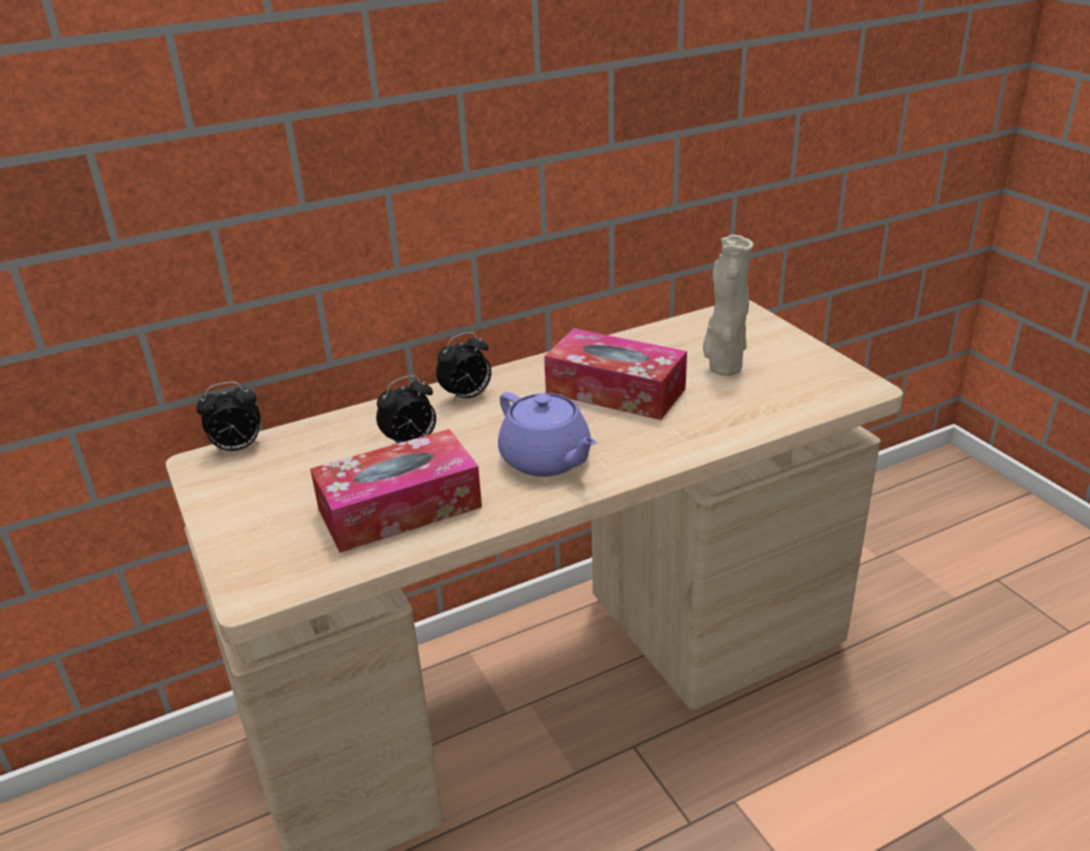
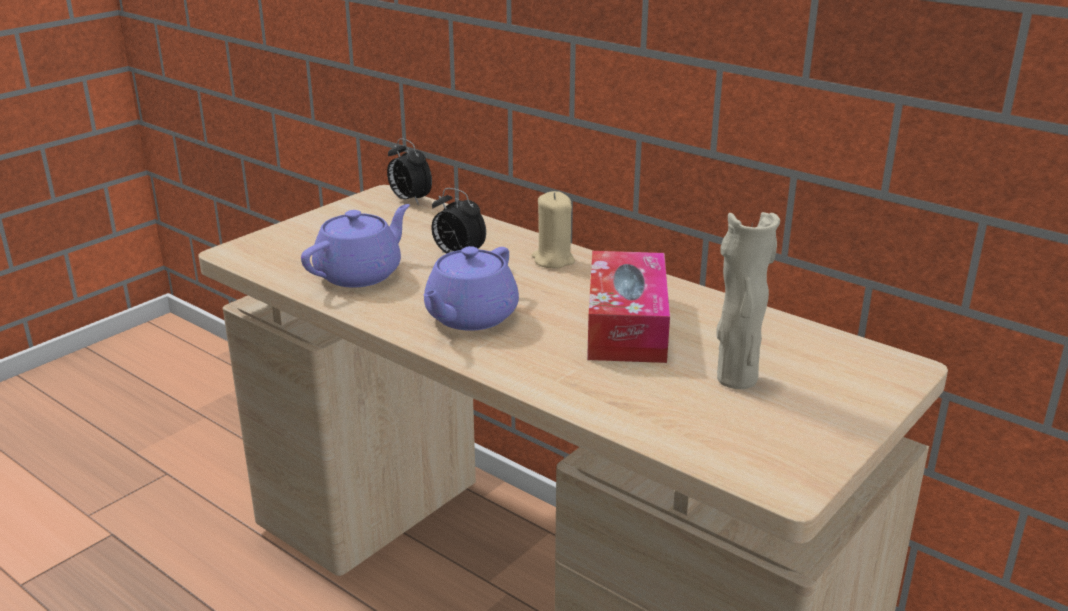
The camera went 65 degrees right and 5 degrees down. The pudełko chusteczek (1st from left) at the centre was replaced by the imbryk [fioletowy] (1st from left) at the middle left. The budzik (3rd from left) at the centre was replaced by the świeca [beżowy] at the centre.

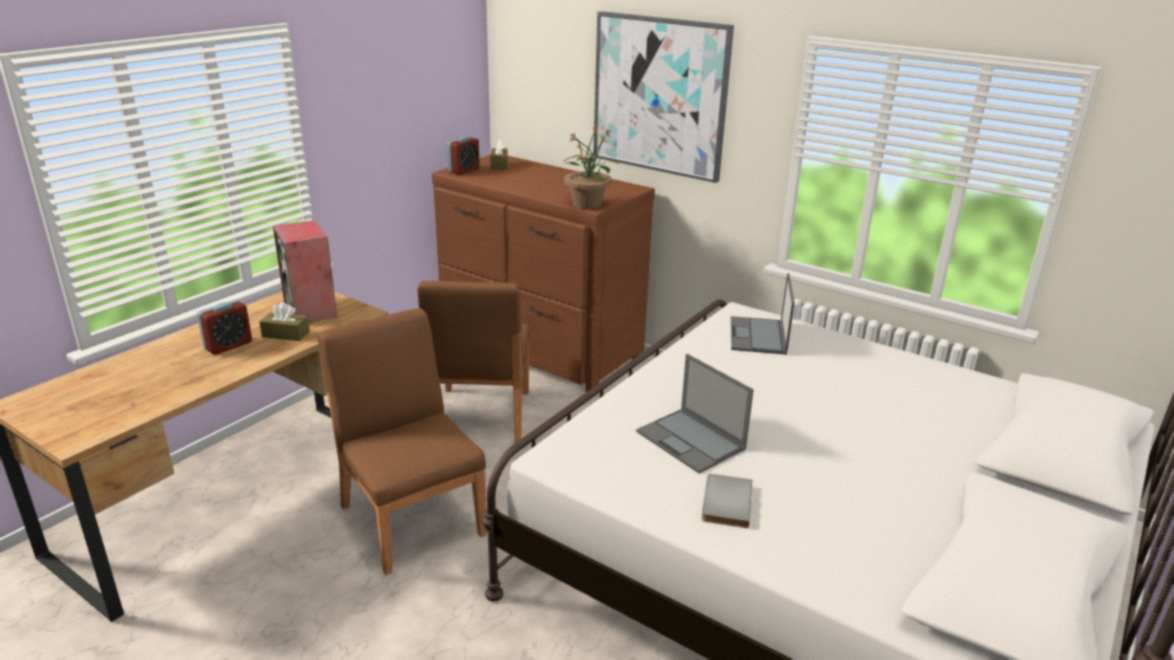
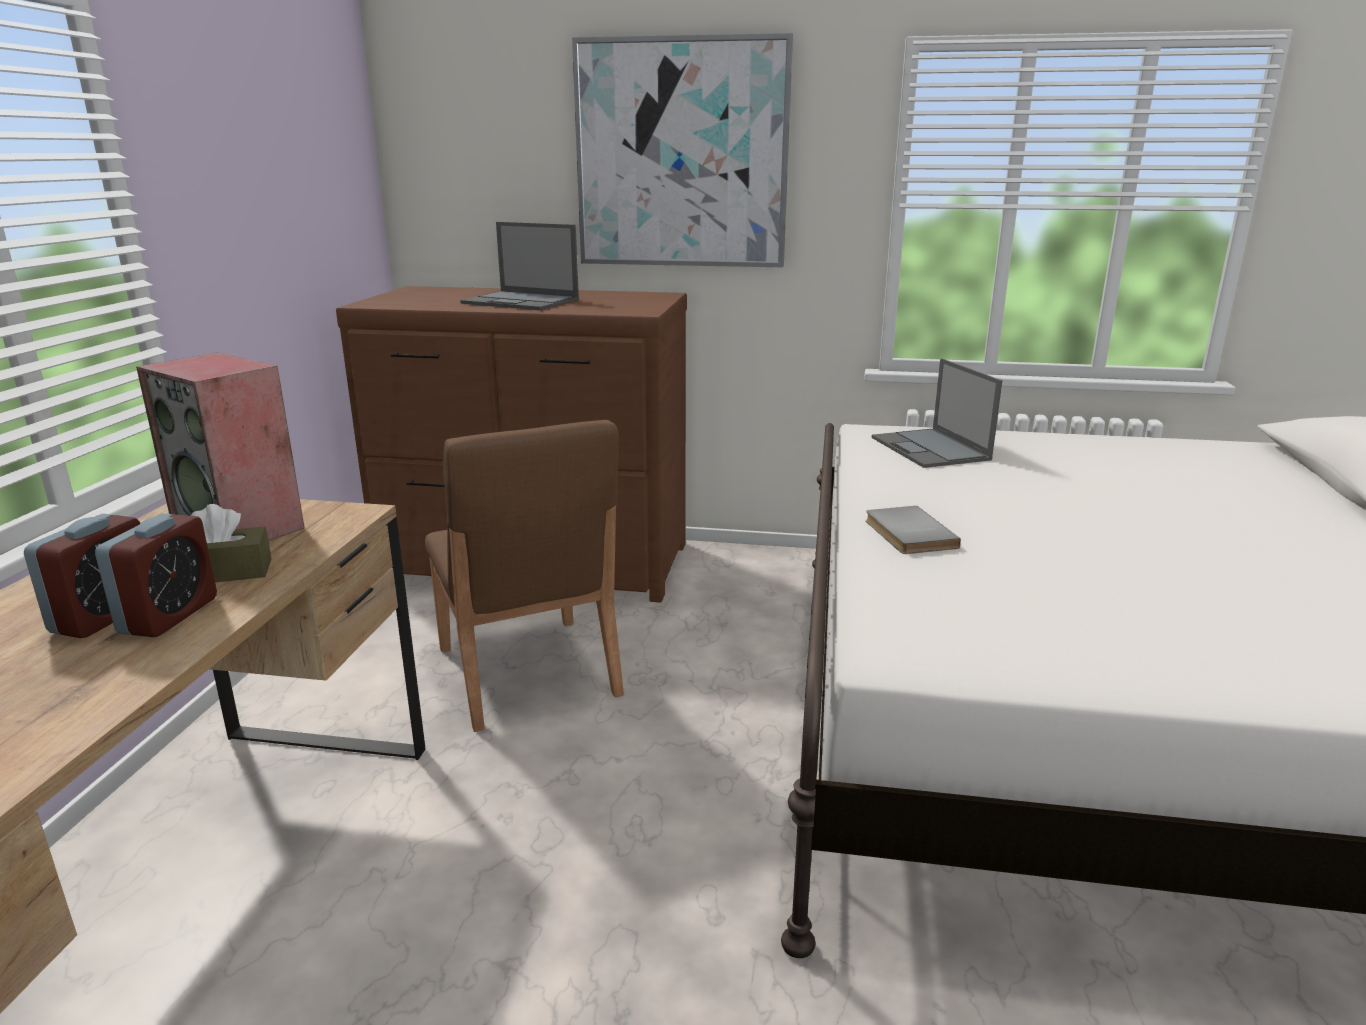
The camera went 25 degrees left and 5 degrees down. The budzik (2nd from left) moved from the top centre to the middle left. The laptop (1st from left) moved from the centre to the top centre. The książka [szary] moved from the bottom centre to the middle right. The krzesło [brązowy] (1st from left) at the bottom centre disappeared. The pudełko chusteczek [brązowy] (2nd from left) at the top centre disappeared. The roślina doniczkowa at the top centre disappeared.

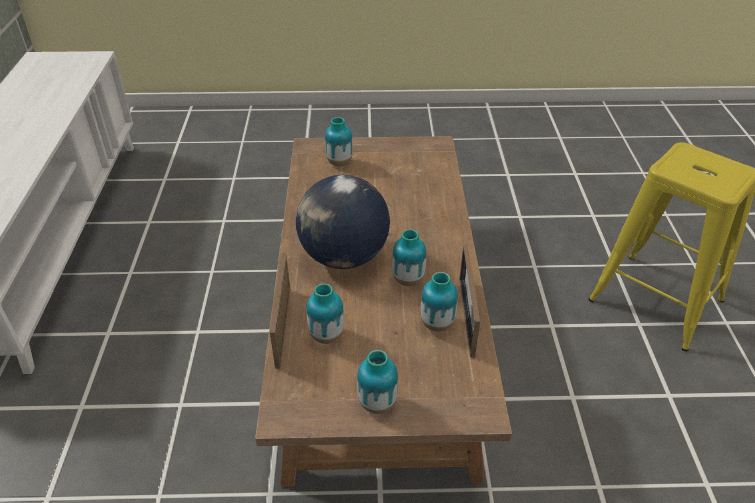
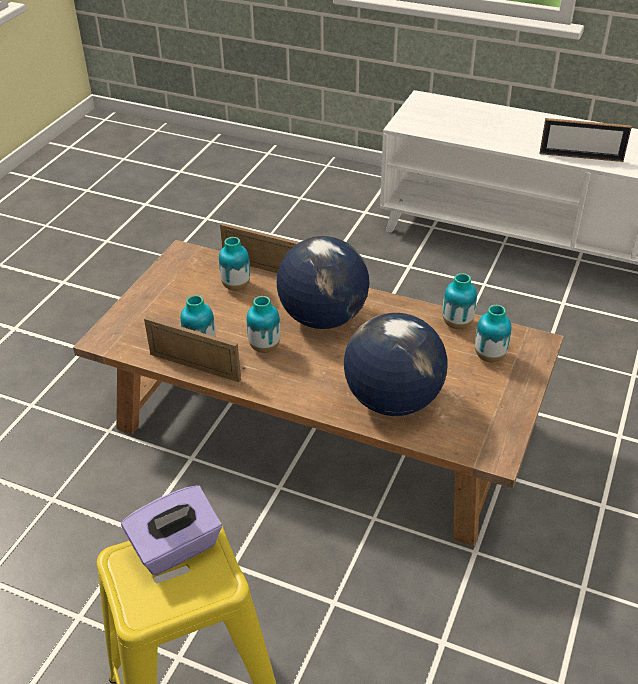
The camera went 115 degrees right and 0 degrees up. The pudełko chusteczek [fioletowy] at the bottom left appeared. The globus (2nd from left) at the centre appeared. The wazon (3rd from left in the first image) moved from the bottom centre to the middle right. The ramka na zdjęcie (3rd from left) at the top right appeared.

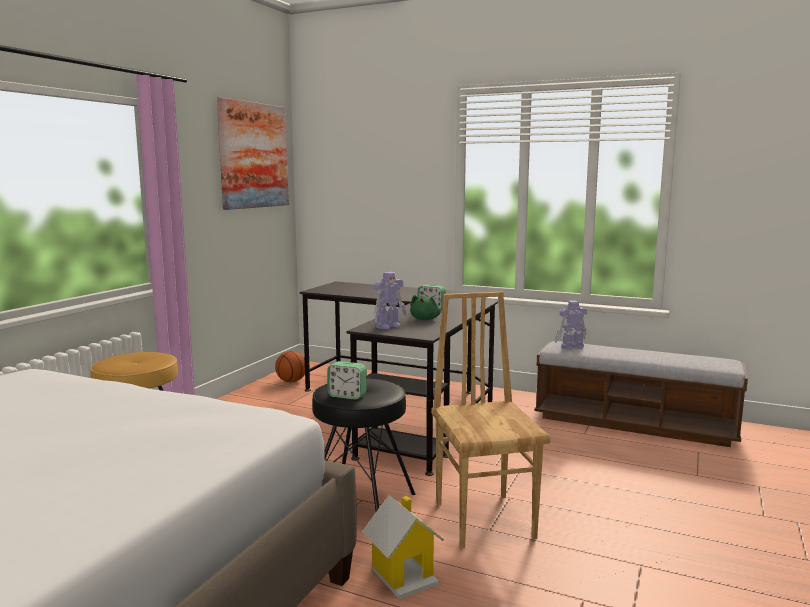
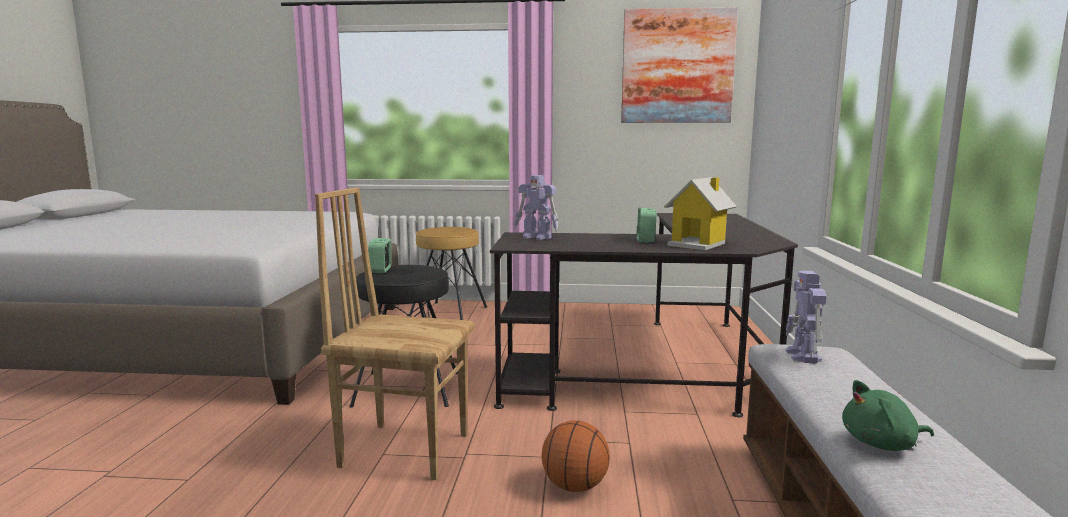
The camera went 70 degrees right and 0 degrees up. The krzesło [brązowy] at the bottom centre turned 135 degrees counterclockwise. The piłka do koszykówki moved from the centre to the bottom centre. The domek moved from the bottom centre to the centre. The robot zabawkowy (2nd from left) at the middle right turned 135 degrees counterclockwise. The pluszak [zielony] moved from the centre to the bottom right.

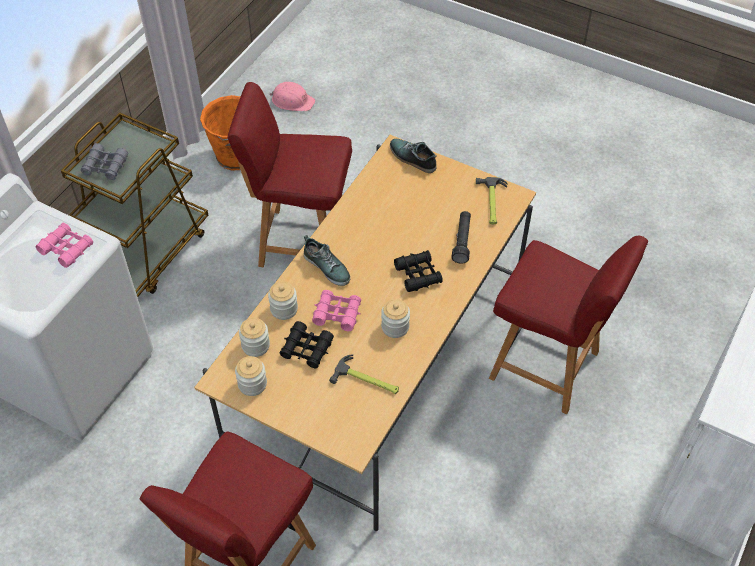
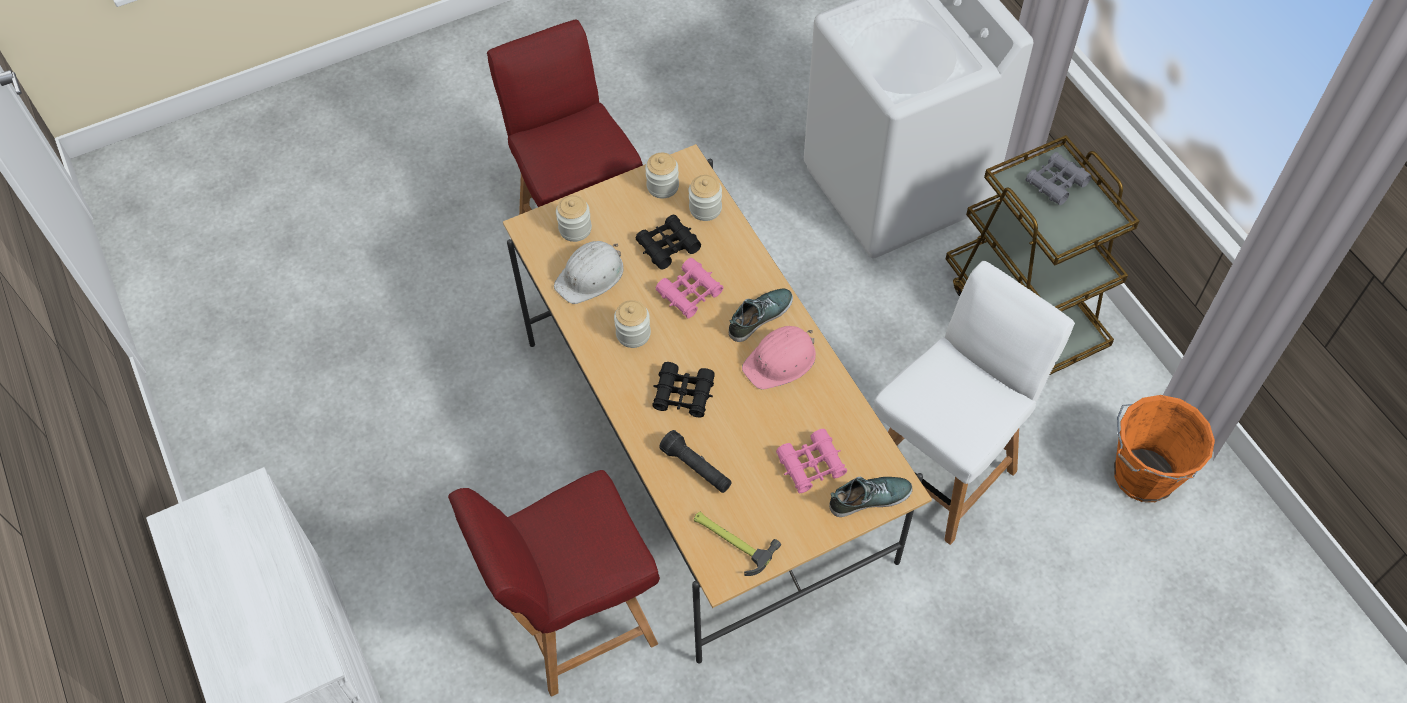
The camera went 125 degrees right and 5 degrees up. The młotek (1st from left) at the centre was replaced by the kask [biały] at the centre. The słoik (3rd from left in the first image) moved from the centre to the top centre. The but (1st from left) at the centre turned 150 degrees clockwise. The kask [różowy] moved from the top centre to the centre. The lornetka [różowy] (1st from left in the first image) moved from the middle left to the centre. The krzesło [czerwony] (2nd from left) at the top centre became the krzesło [biały] at the middle right.

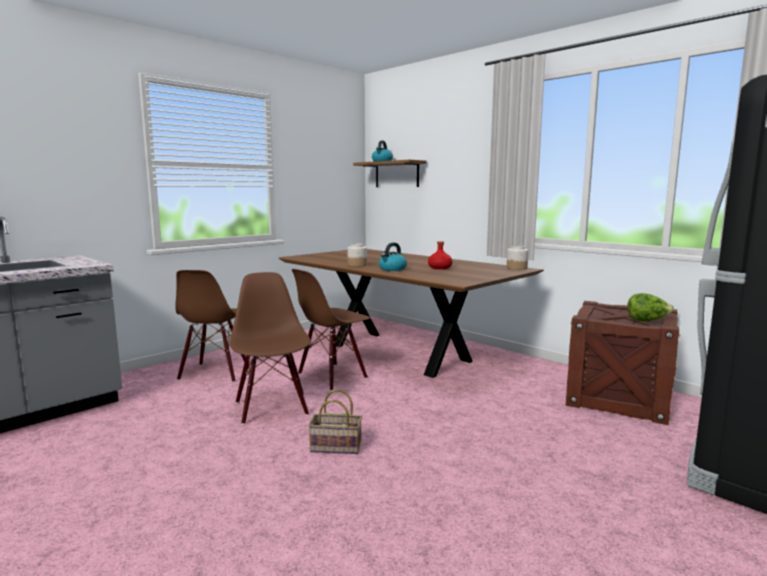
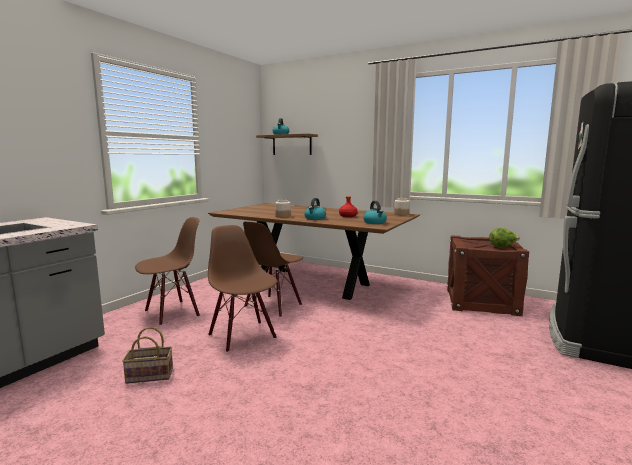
The camera went 15 degrees left and 0 degrees up. The koszyk moved from the bottom centre to the bottom left. The krzesło [brązowy] (1st from left) at the middle left turned 120 degrees counterclockwise. The czajnik (3rd from left) at the centre appeared.

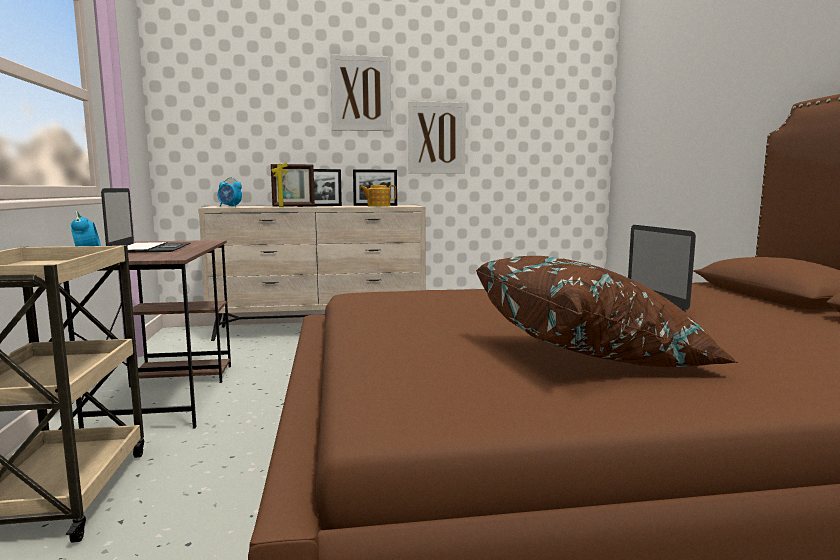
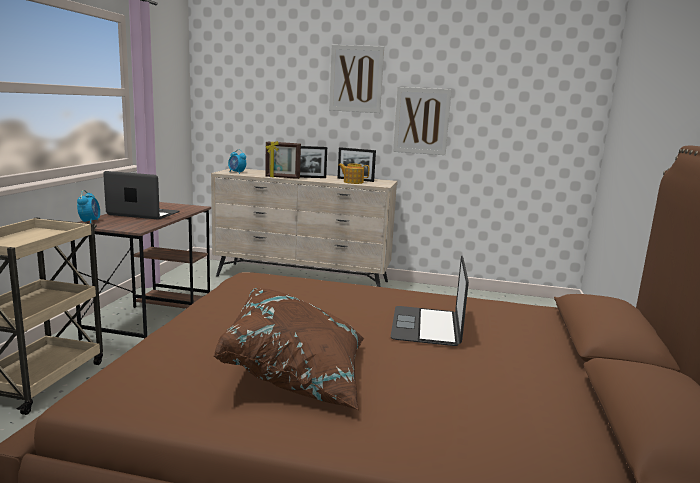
The camera went 20 degrees right and 5 degrees up. The laptop (1st from left) at the middle left turned 90 degrees counterclockwise.

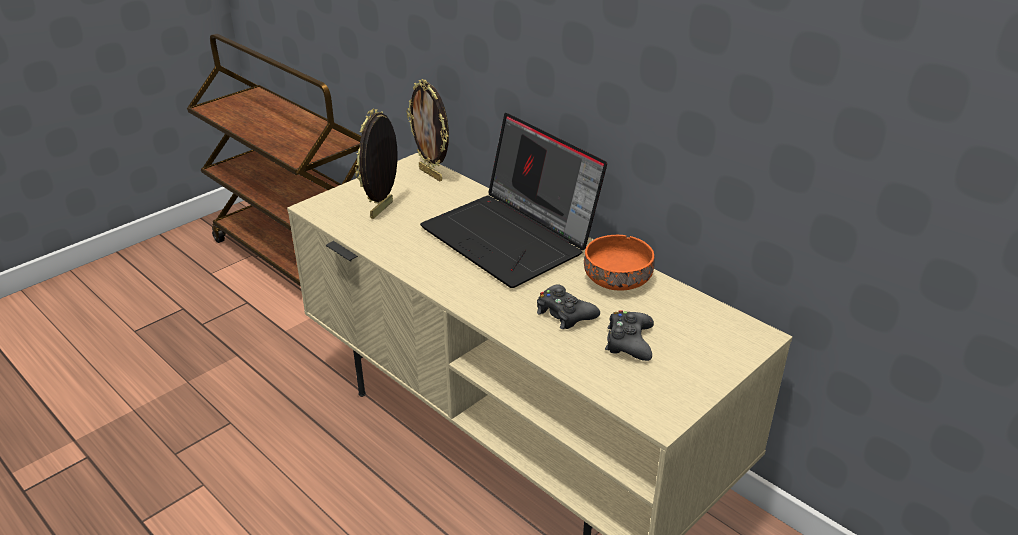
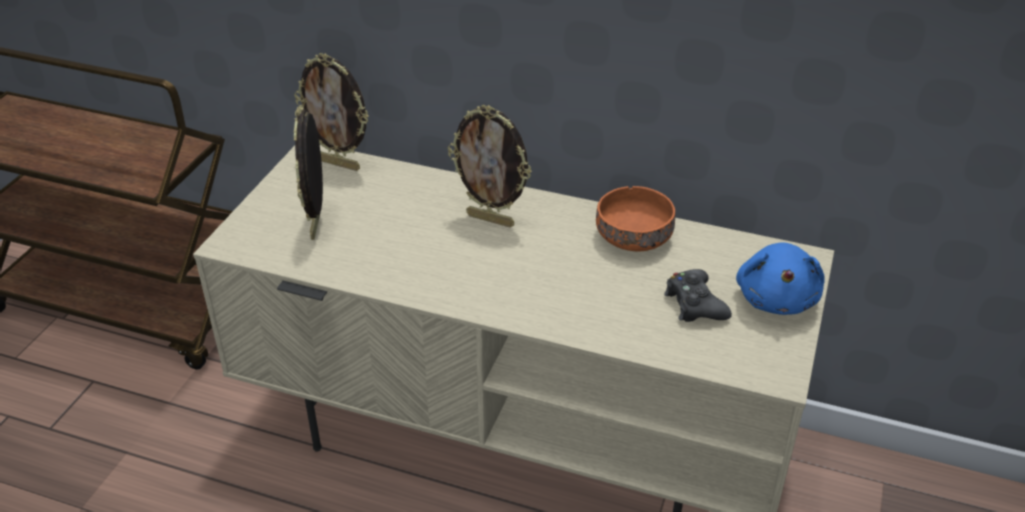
The camera went 25 degrees left and 5 degrees up. The laptop at the centre was replaced by the ramka na zdjęcie (3rd from left) at the top centre. The pluszak [niebieski] at the middle right appeared. The pad do gier [czarny] (1st from left) at the centre disappeared.

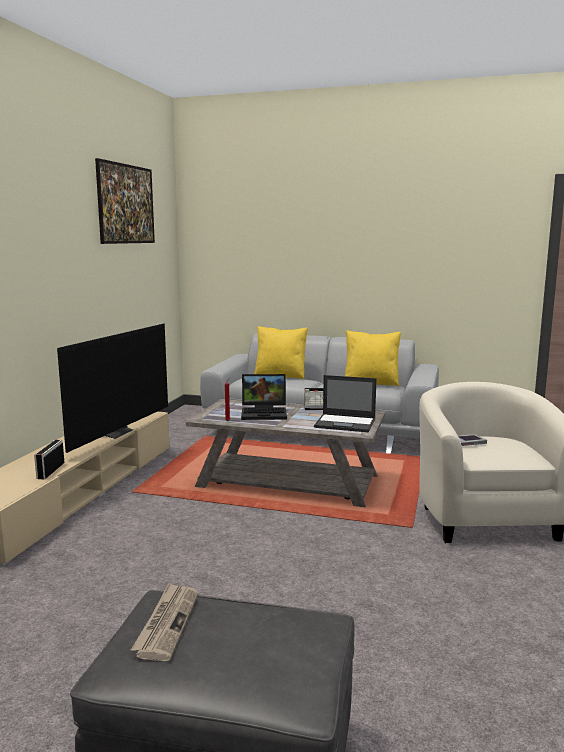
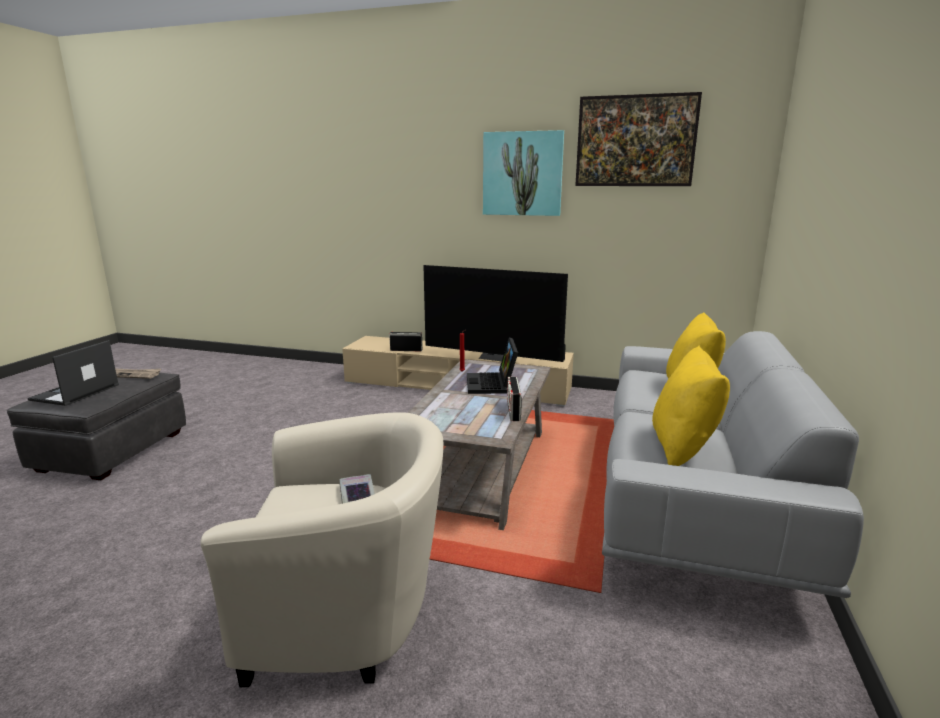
The camera went 90 degrees right and 5 degrees up. The laptop (2nd from left in the first image) moved from the centre to the middle left. The obraz (1st from left) at the top centre appeared.

